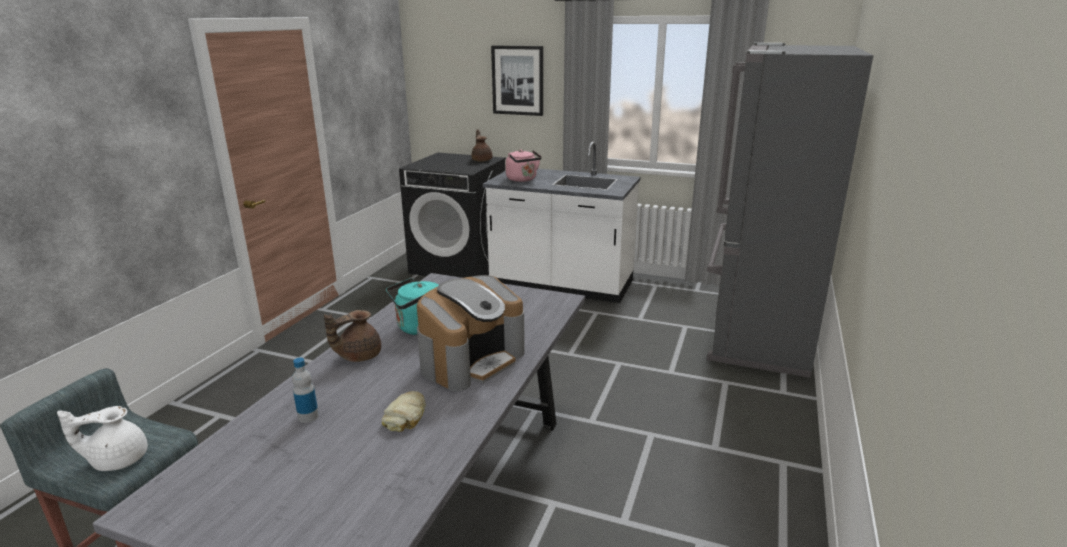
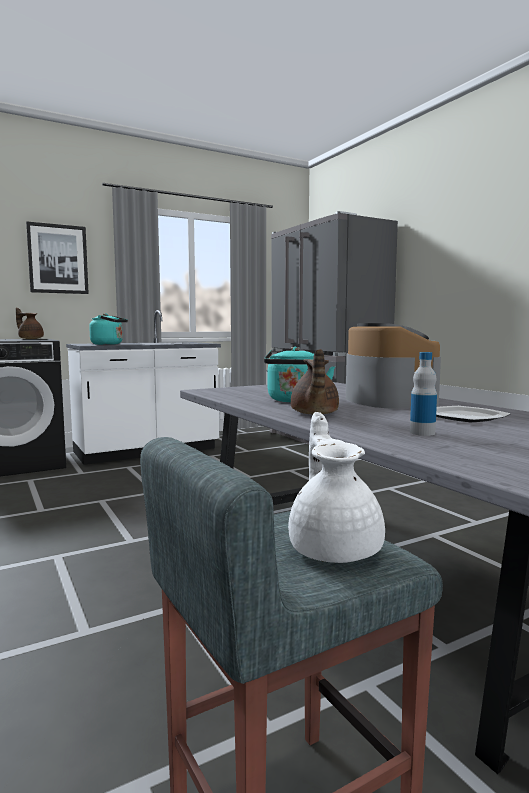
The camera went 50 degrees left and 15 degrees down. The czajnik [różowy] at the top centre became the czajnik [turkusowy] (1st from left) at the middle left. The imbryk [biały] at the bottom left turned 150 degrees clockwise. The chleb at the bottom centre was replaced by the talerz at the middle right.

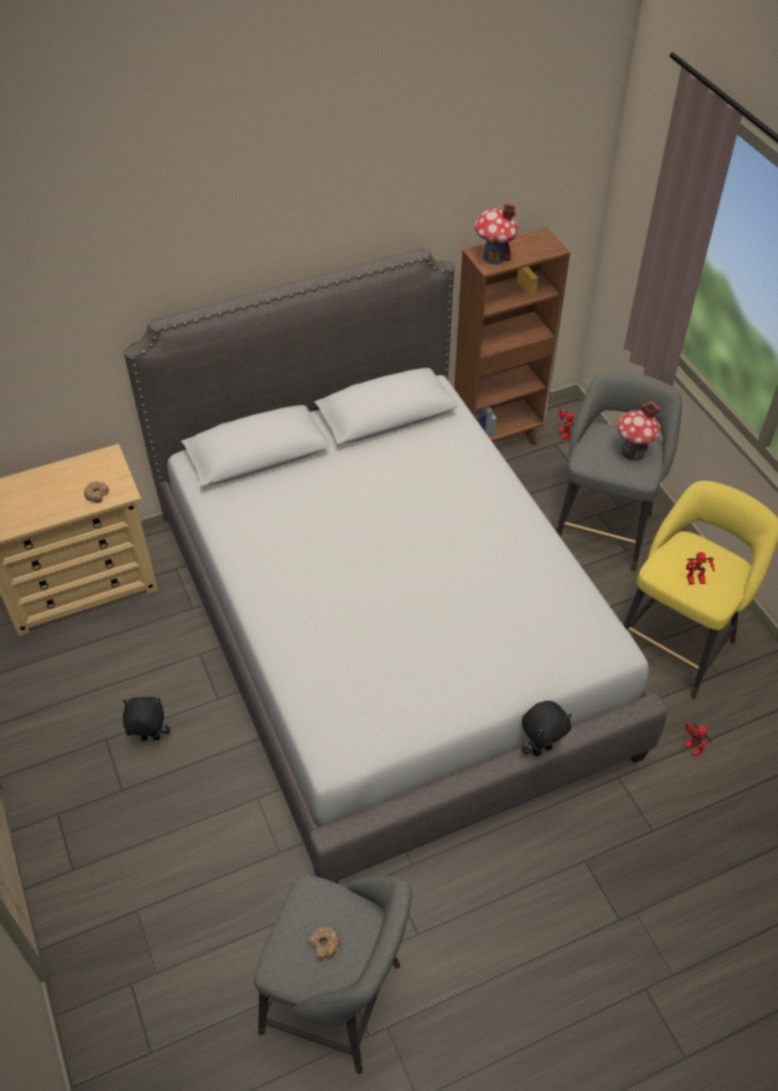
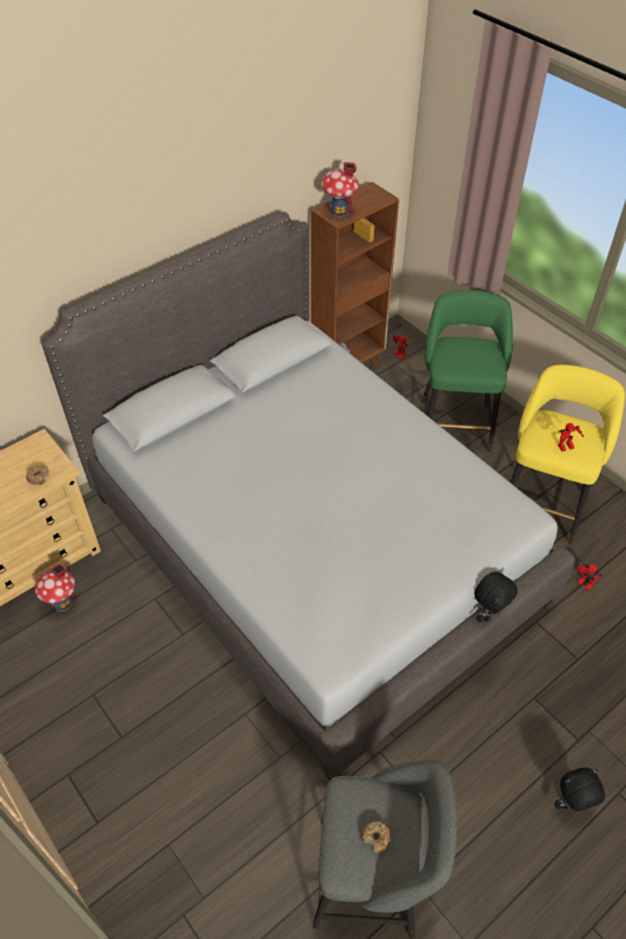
The camera went 15 degrees left and 0 degrees up. The domek (2nd from left in the first image) moved from the middle right to the middle left. The stołek [szary] (2nd from left) at the middle right became the stołek [zielony] at the middle right. The pluszak [czarny] (1st from left in the first image) moved from the middle left to the bottom right.

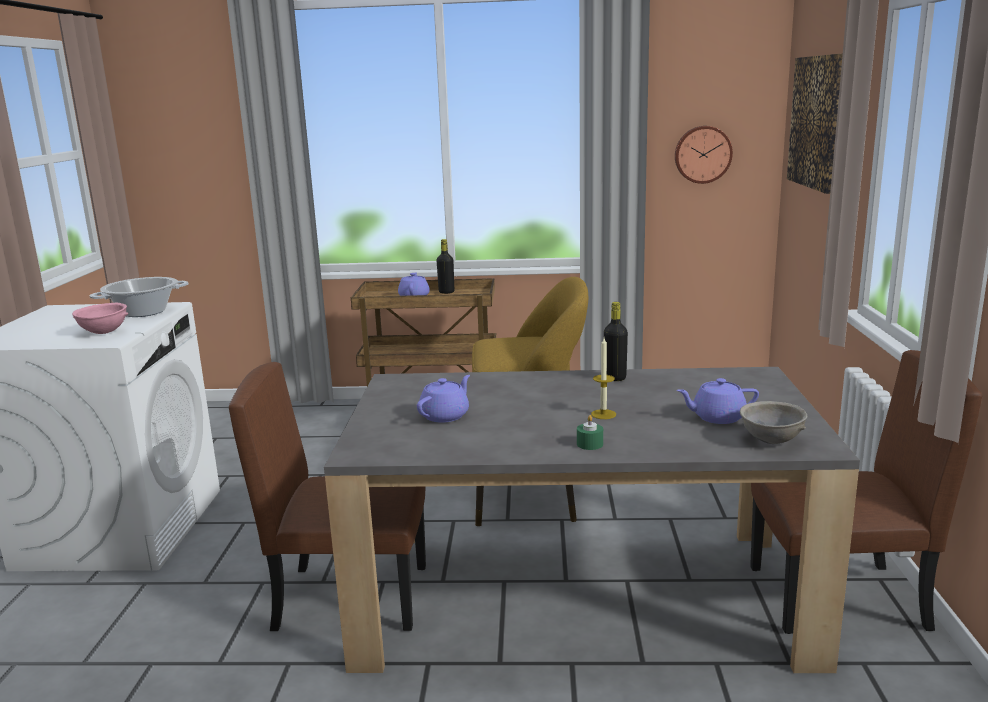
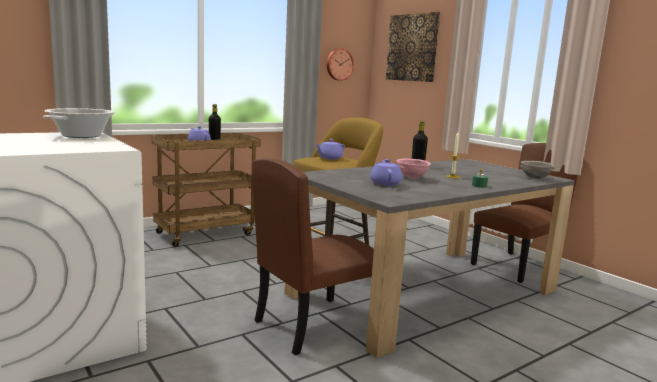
The camera went 40 degrees left and 5 degrees down. The imbryk [fioletowy] (3rd from left in the first image) moved from the middle right to the centre. The miska [różowy] moved from the middle left to the centre.

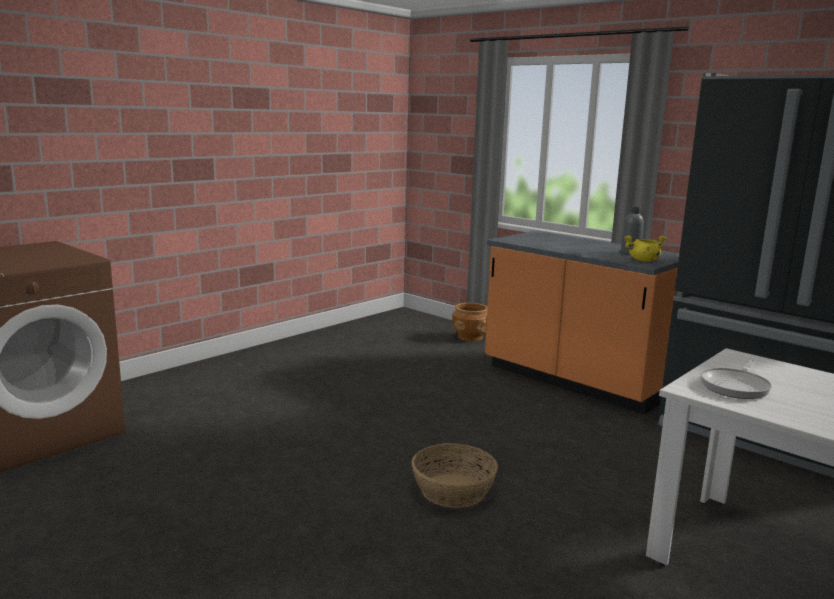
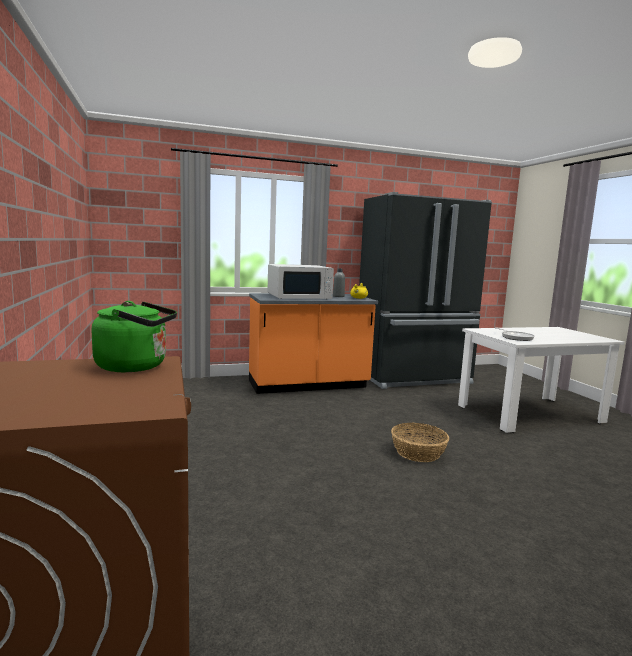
The camera went 60 degrees left and 5 degrees down. The czajnik [zielony] at the middle left appeared. The mikrofalówka [biały] at the centre appeared. The donica [brązowy] at the centre disappeared.

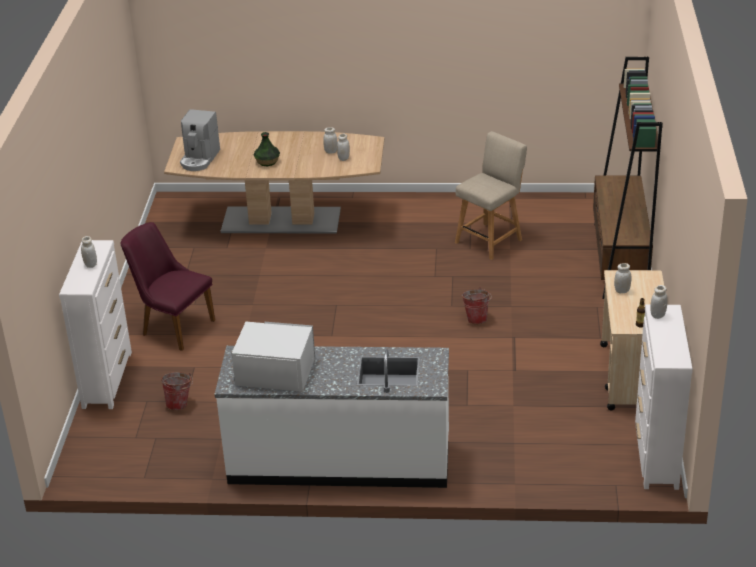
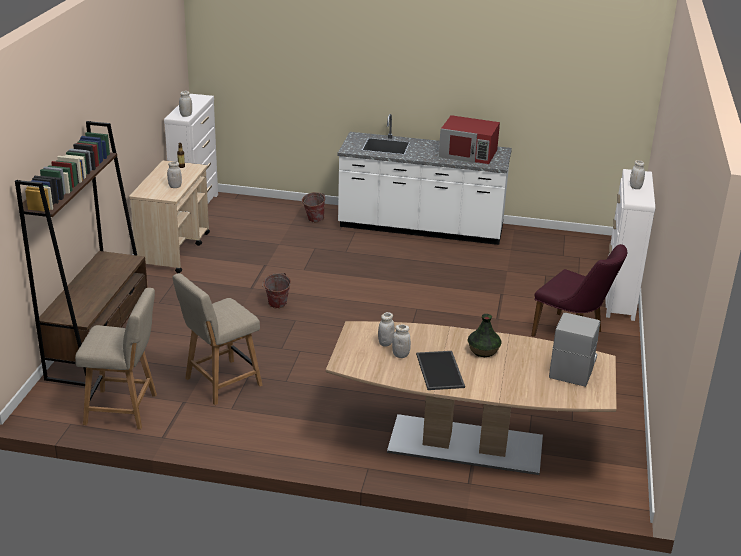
The camera went 175 degrees left and 5 degrees down. The krzesło [beżowy] (1st from left) at the middle left appeared. The wiadro (1st from left in the first image) moved from the bottom left to the centre. The taca at the centre appeared. The mikrofalówka [biały] at the centre became the mikrofalówka [czerwony] at the top centre.

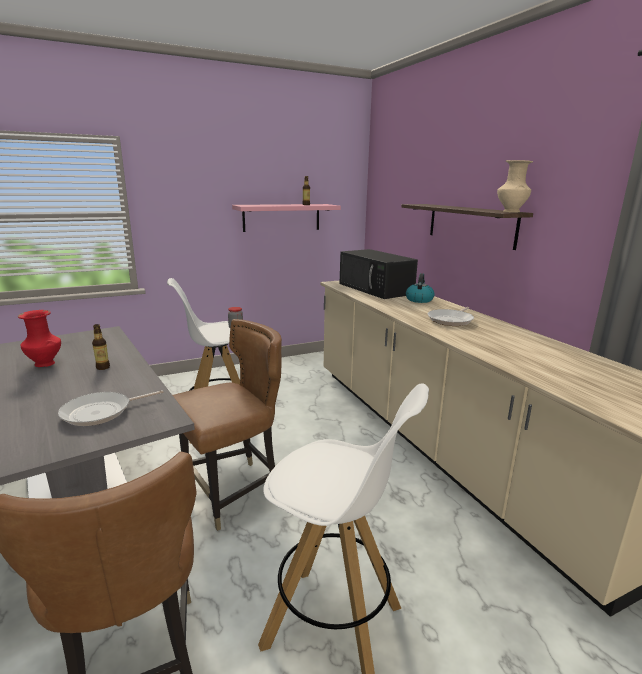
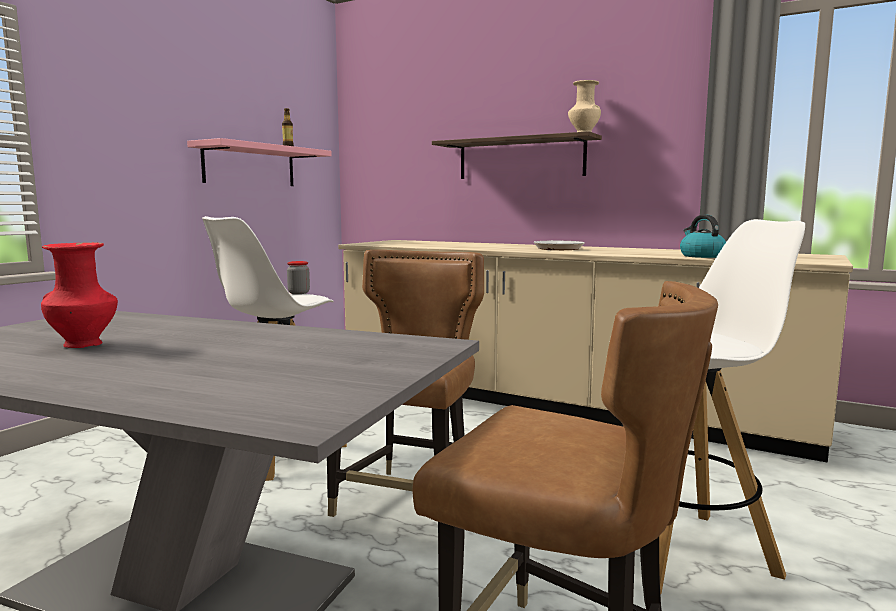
The camera went 35 degrees left and 10 degrees down. The czajnik moved from the centre to the middle right. The patelnia (1st from left) at the middle left disappeared. The butelka (1st from left) at the middle left disappeared. The mikrofalówka [czarny] at the centre disappeared.

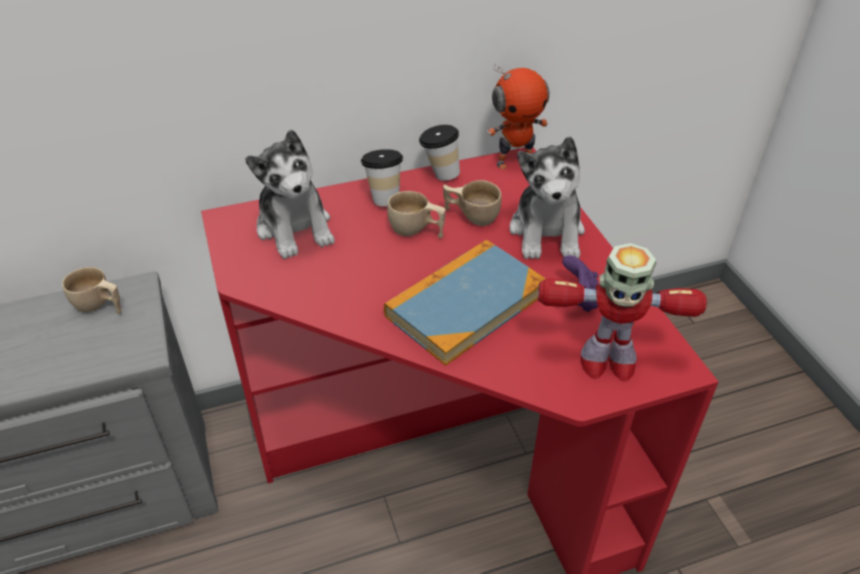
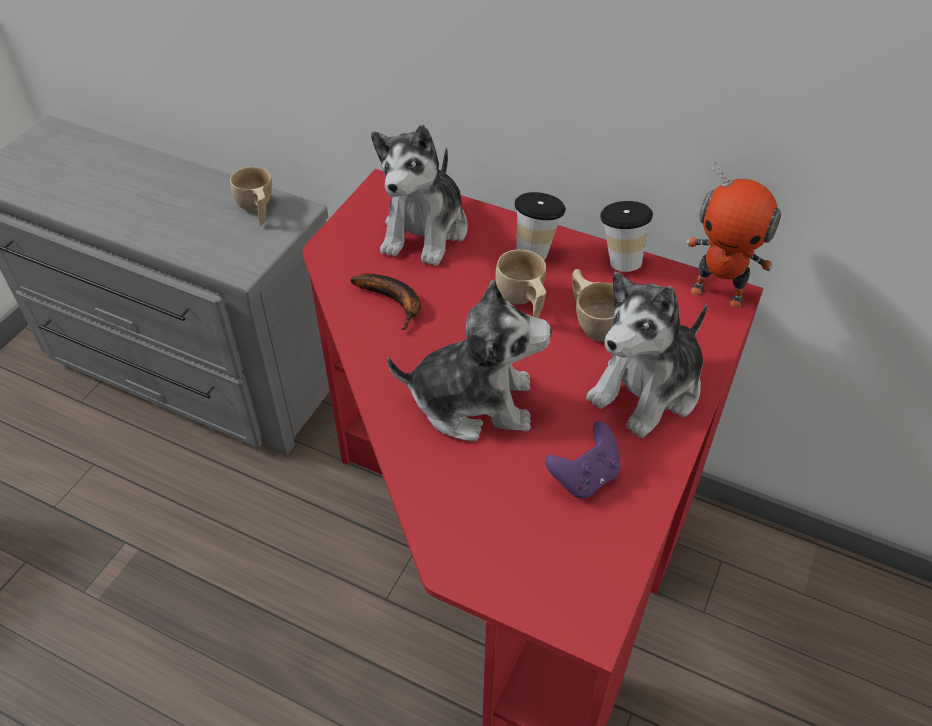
The camera went 45 degrees right and 5 degrees up. The banan at the centre appeared. The książka at the centre was replaced by the pluszak (2nd from left) at the centre. The robot zabawkowy (2nd from left) at the middle right disappeared.

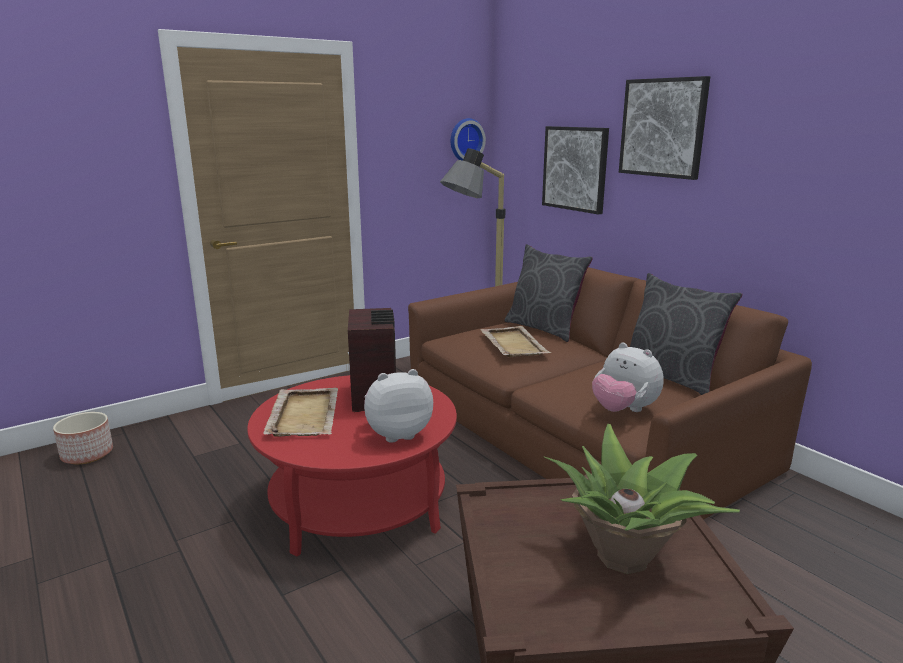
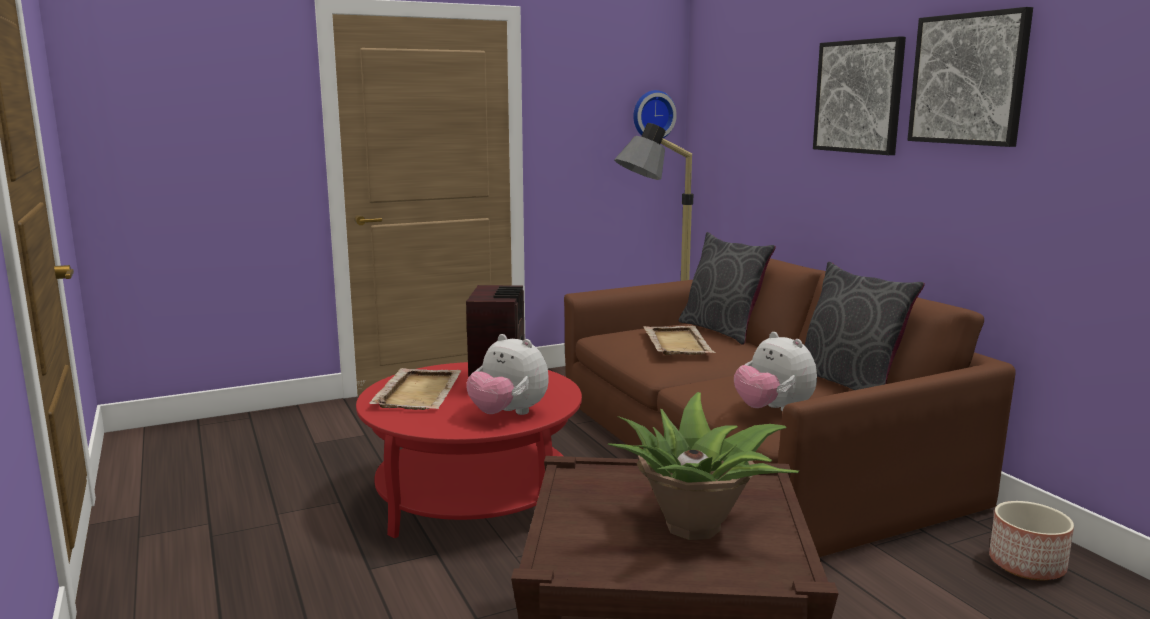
The camera went 10 degrees right and 5 degrees down. The pluszak (1st from left) at the centre turned 135 degrees counterclockwise. The obraz (1st from left in the first image) moved from the top centre to the top right. The donica moved from the middle left to the bottom right.

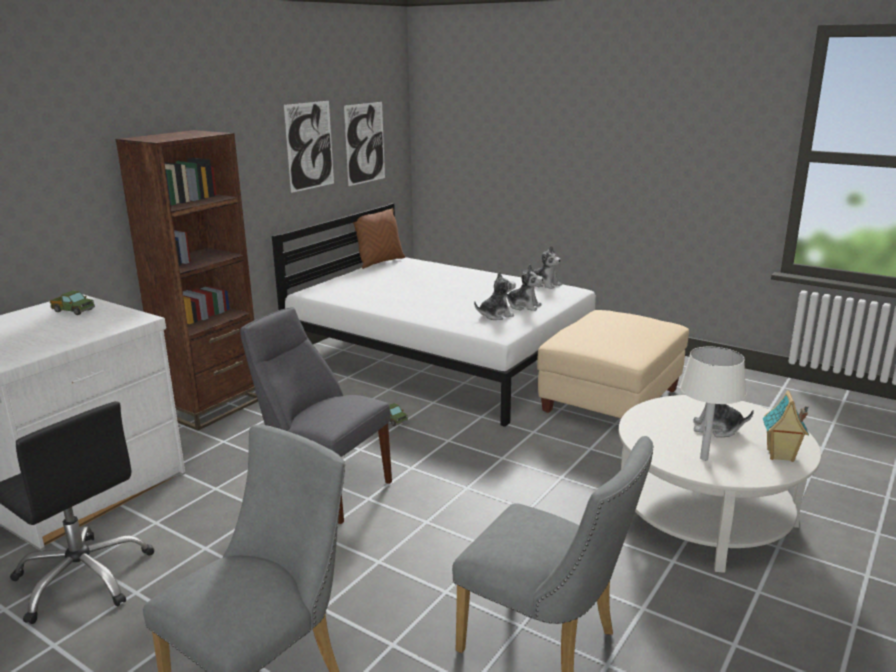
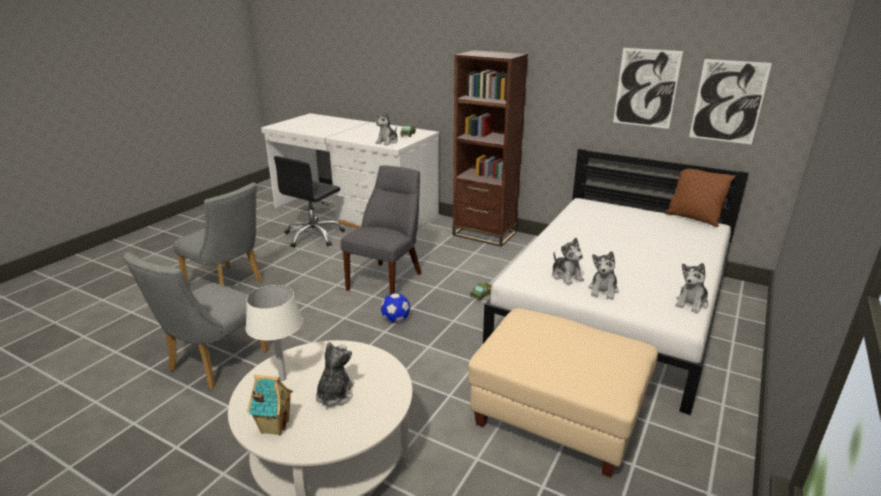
The camera went 85 degrees right and 5 degrees up. The pluszak (2nd from left) at the top centre appeared. The piłka futbolowa at the centre appeared.

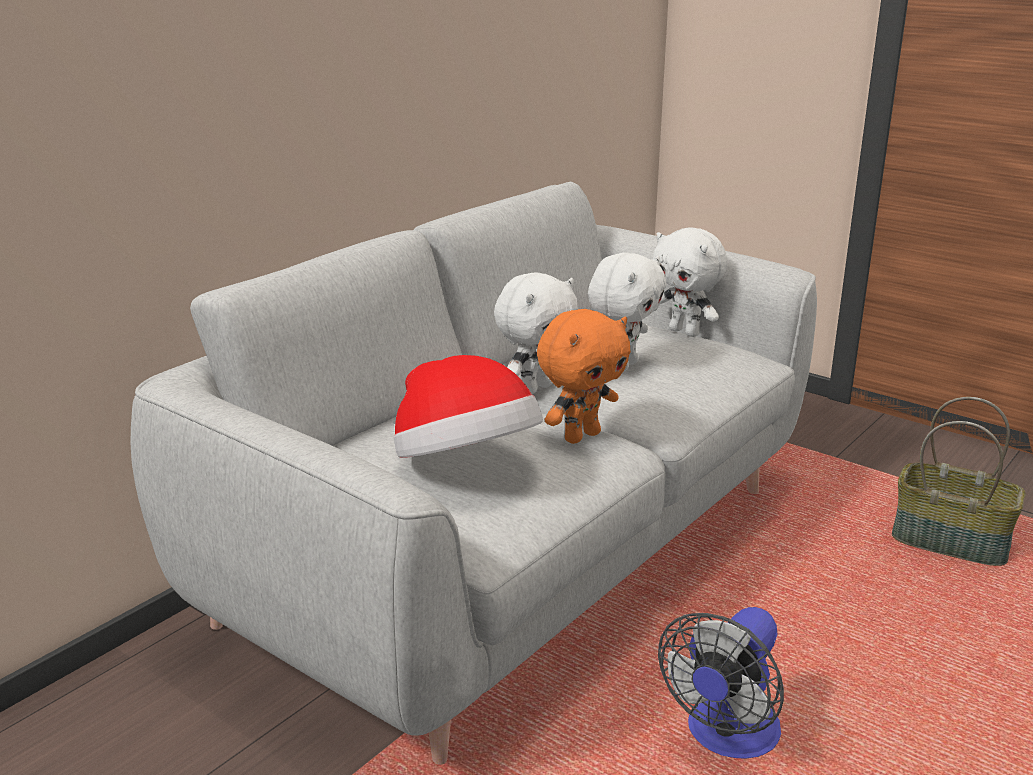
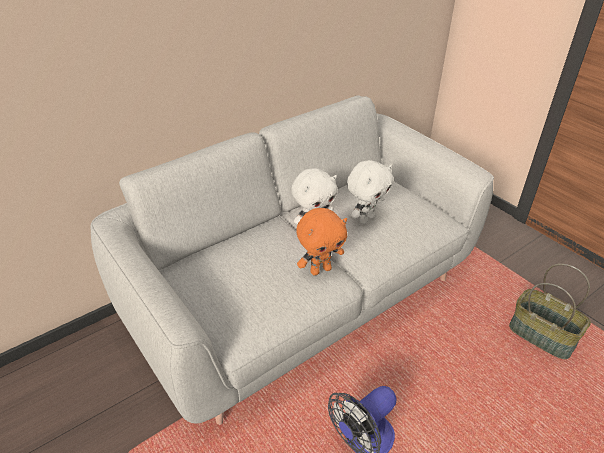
The camera went 15 degrees right and 15 degrees up. The kapelusz at the centre disappeared. The pluszak [biały] (3rd from left) at the middle right disappeared.

